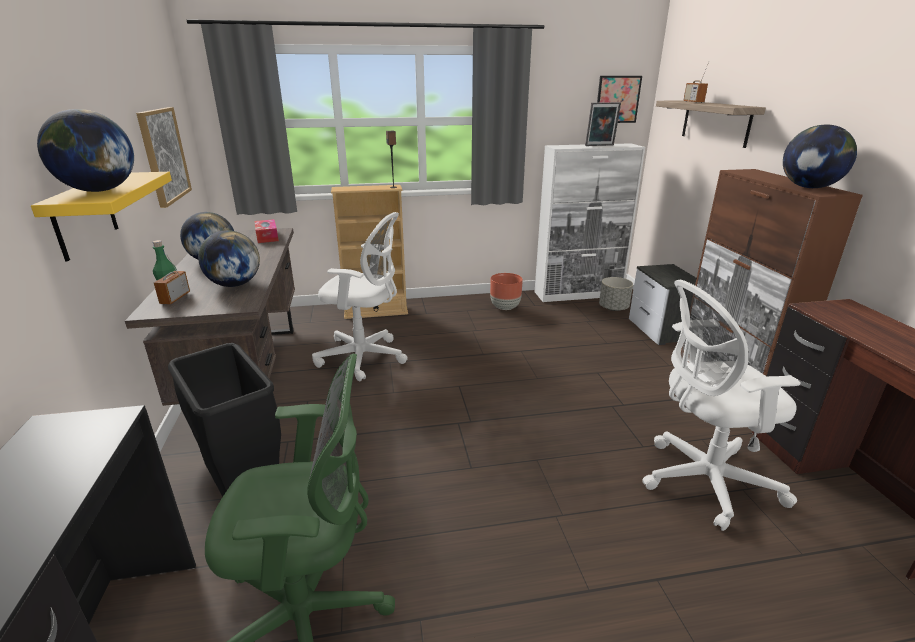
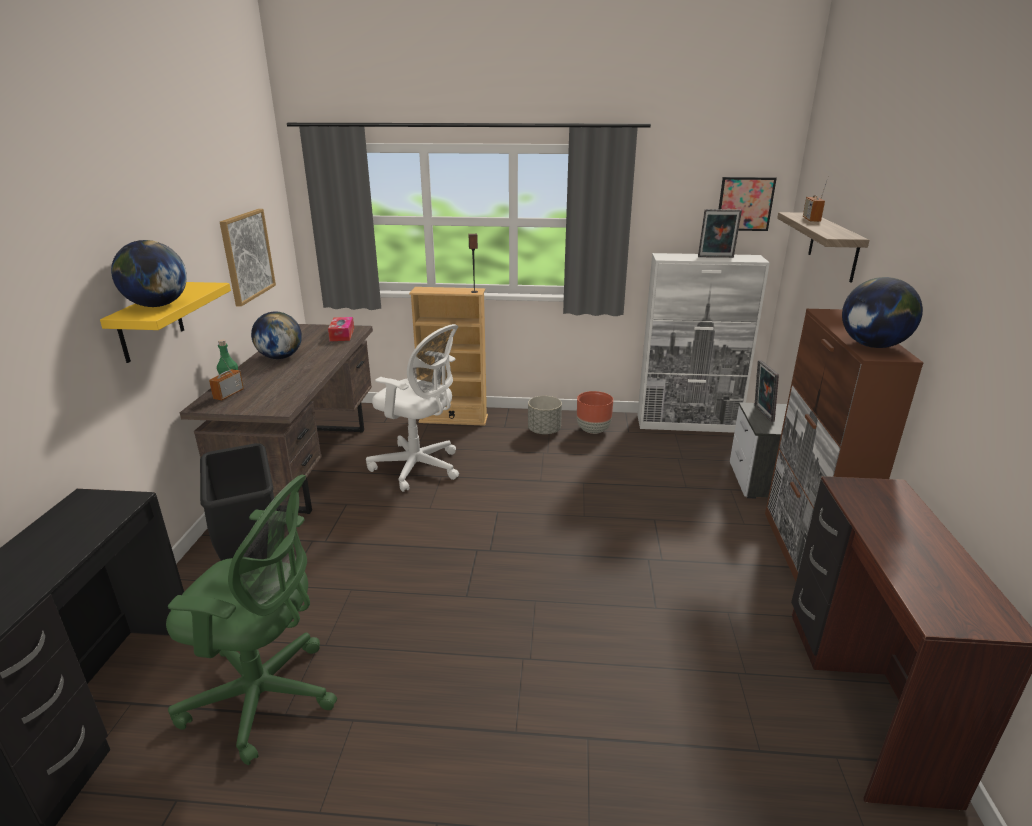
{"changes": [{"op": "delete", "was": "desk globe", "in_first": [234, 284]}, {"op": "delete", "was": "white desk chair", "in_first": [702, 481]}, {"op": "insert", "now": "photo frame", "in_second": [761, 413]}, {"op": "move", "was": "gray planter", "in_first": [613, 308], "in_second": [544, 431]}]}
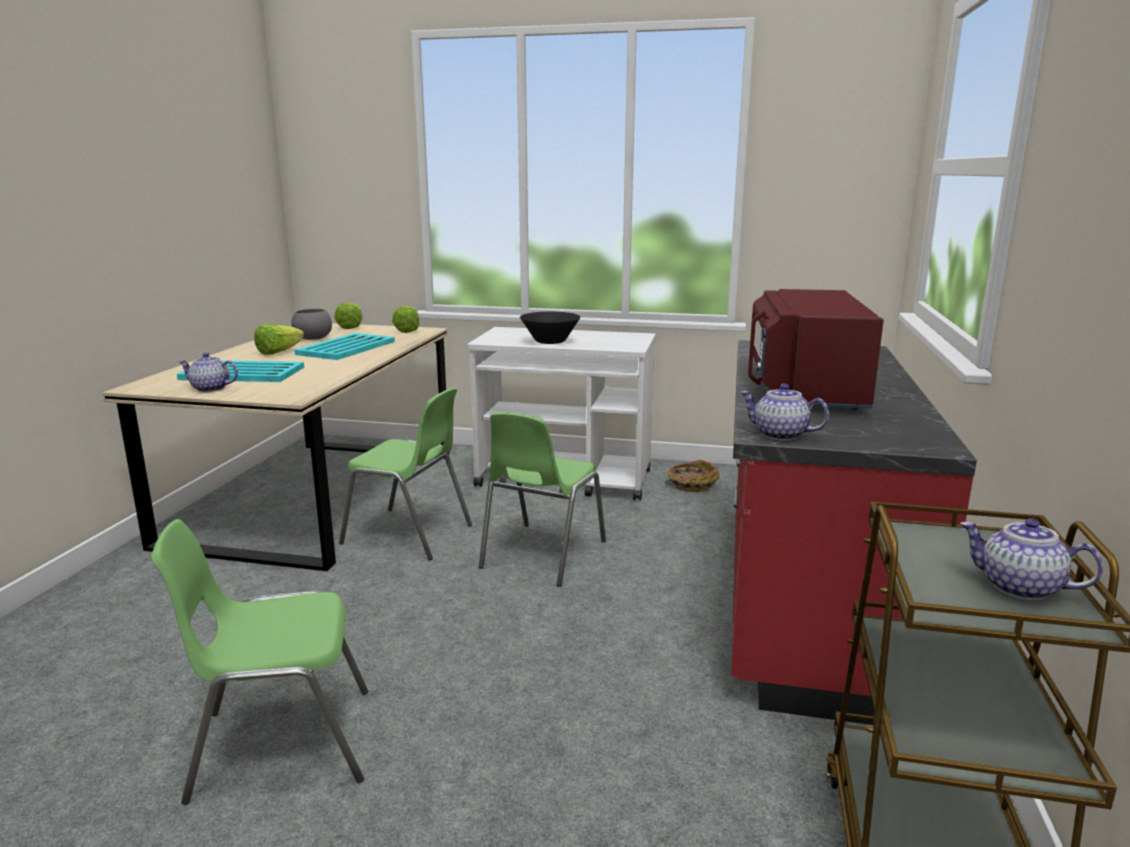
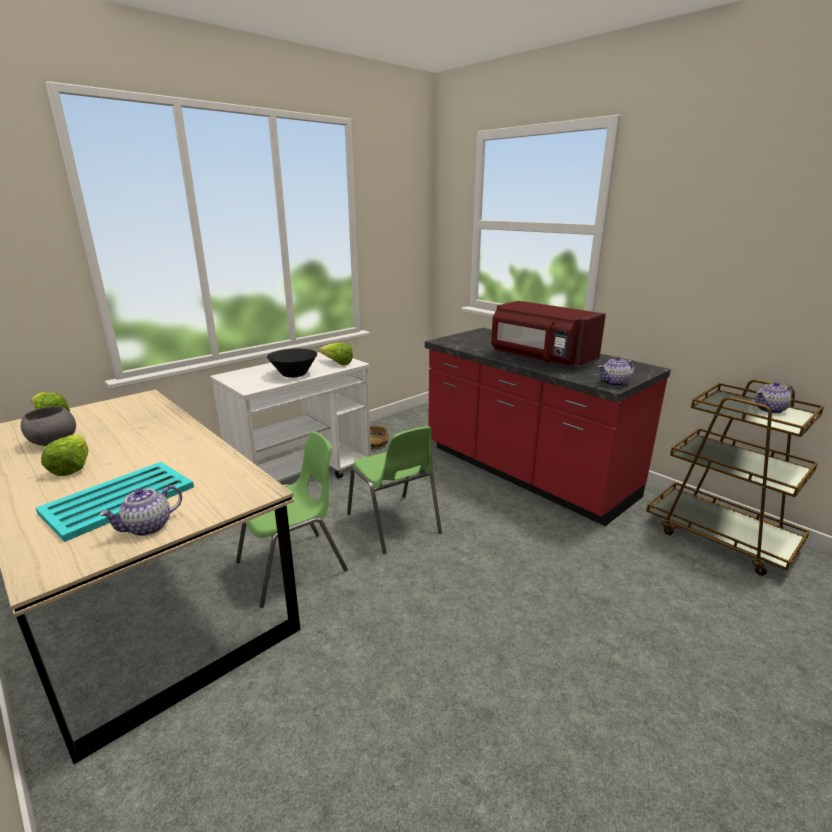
{"changes": [{"op": "delete", "was": "green upright chair", "in_first": [280, 744]}, {"op": "delete", "was": "turquoise-coloured serving tray", "in_first": [347, 348]}, {"op": "move", "was": "lettuce", "in_first": [407, 330], "in_second": [337, 363]}]}
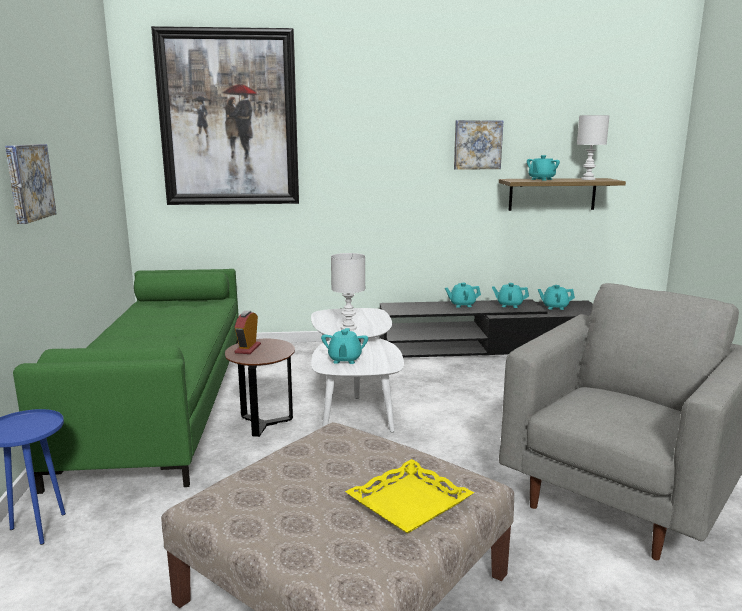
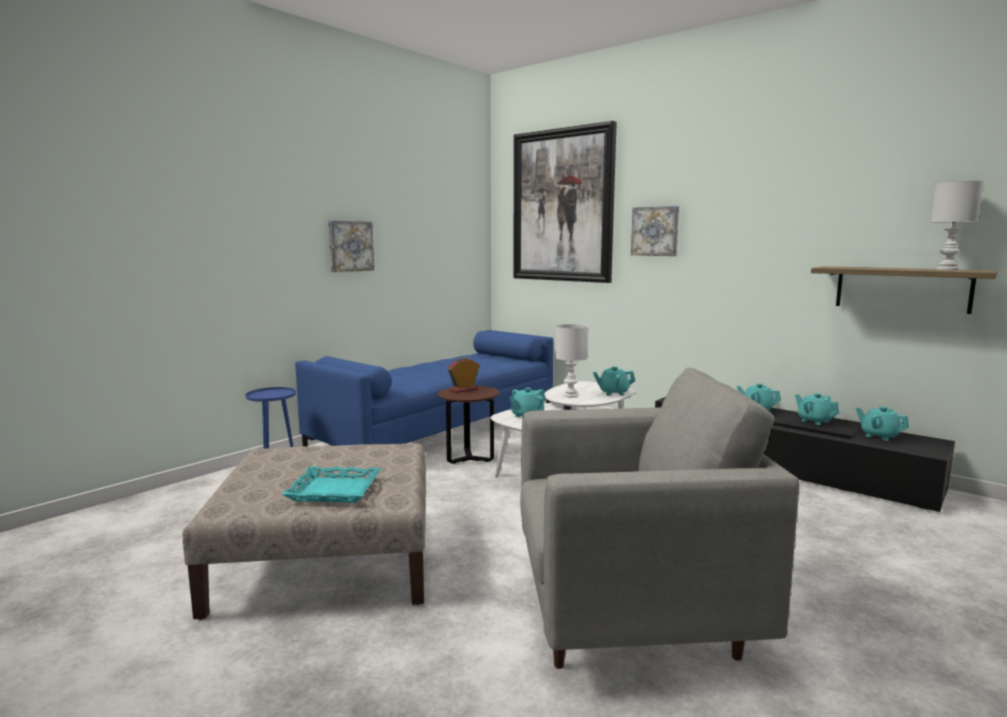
{"changes": [{"op": "move", "was": "wall art", "in_first": [477, 144], "in_second": [655, 231]}, {"op": "move", "was": "turquoise-coloured pot for tea", "in_first": [541, 179], "in_second": [613, 393]}, {"op": "recolor", "was": "green couch", "now": "bluish couch", "in_first": [162, 402], "in_second": [440, 427]}, {"op": "recolor", "was": "yellow serving tray", "now": "turquoise-coloured serving tray", "in_first": [409, 503], "in_second": [334, 490]}]}
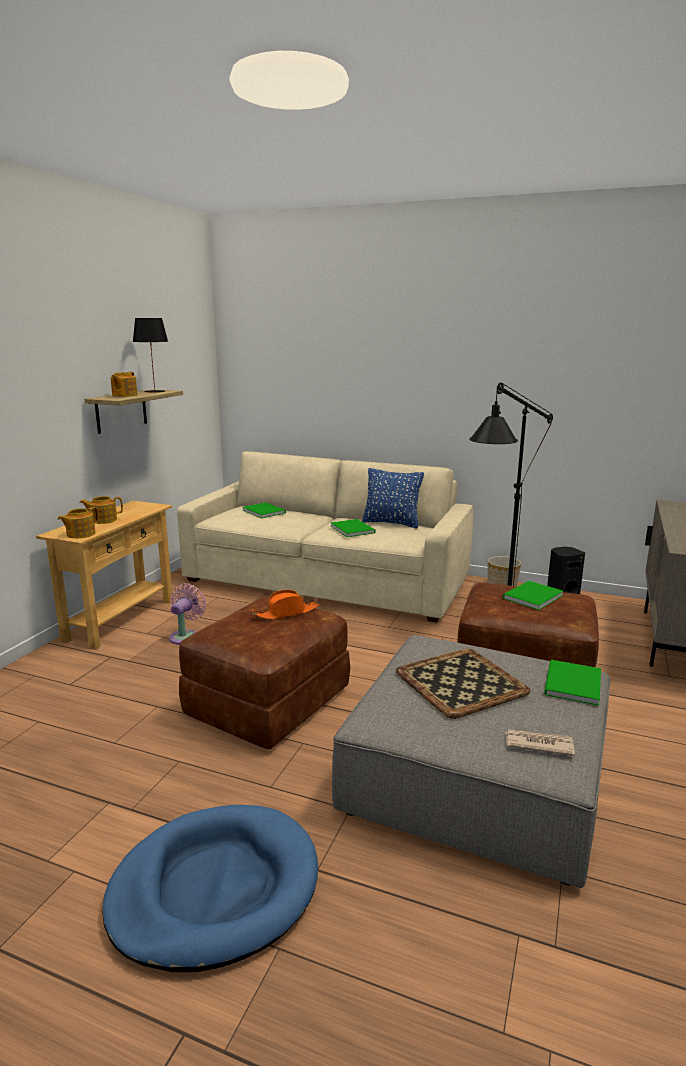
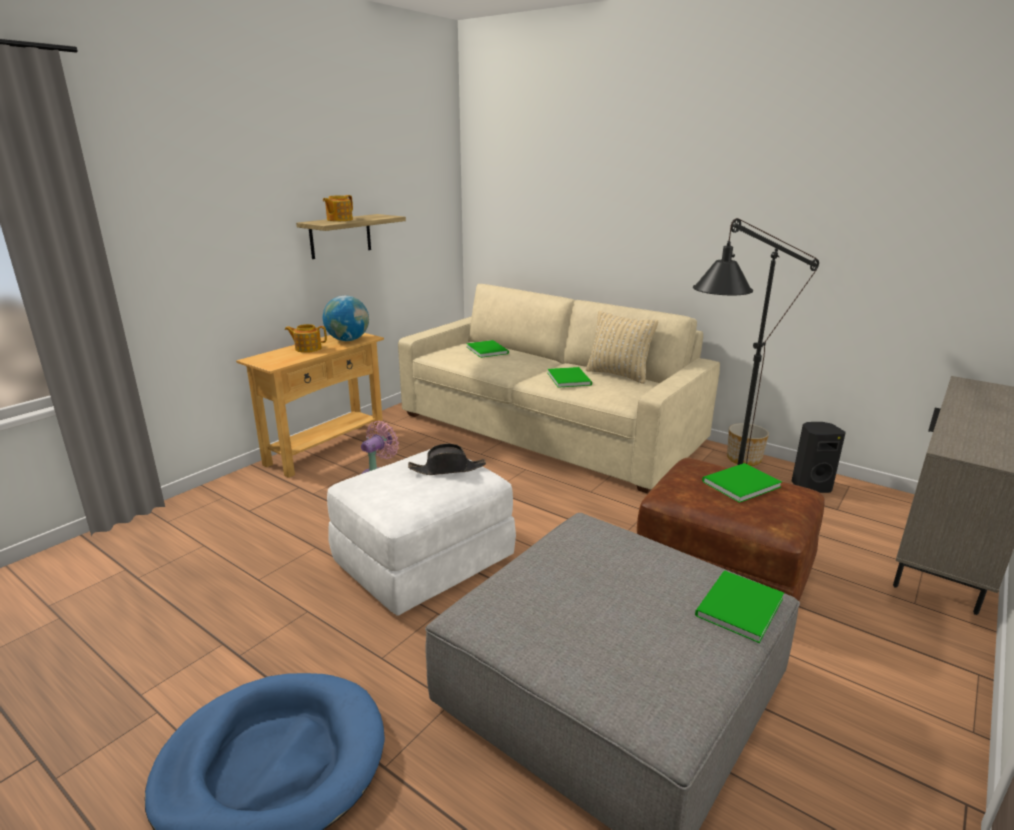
{"changes": [{"op": "delete", "was": "pot for tea", "in_first": [80, 534]}, {"op": "delete", "was": "black-coloured tabletop lamp", "in_first": [154, 391]}, {"op": "delete", "was": "serving tray", "in_first": [461, 681]}, {"op": "delete", "was": "daily paper", "in_first": [538, 744]}, {"op": "insert", "now": "desk globe", "in_second": [348, 340]}, {"op": "recolor", "was": "brownish pouffe", "now": "white pouffe", "in_first": [268, 703], "in_second": [424, 562]}, {"op": "recolor", "was": "orange-coloured hat", "now": "black-coloured hat", "in_first": [286, 613], "in_second": [447, 469]}, {"op": "recolor", "was": "bluish cushion", "now": "sand-coloured cushion", "in_first": [391, 523], "in_second": [618, 375]}]}
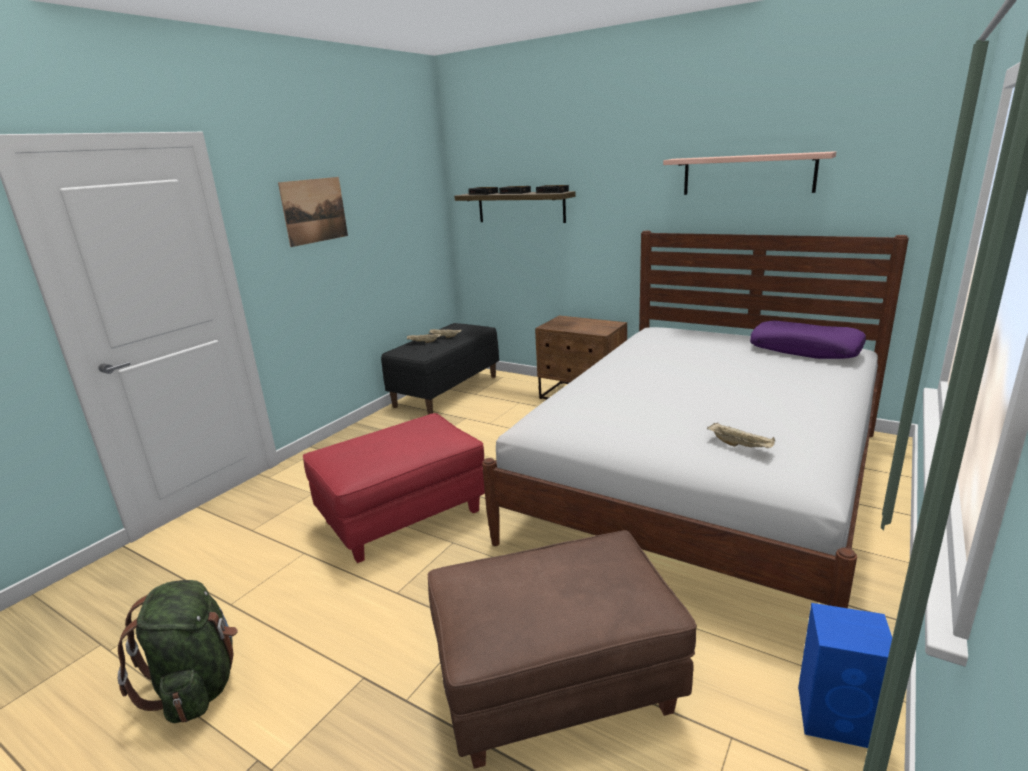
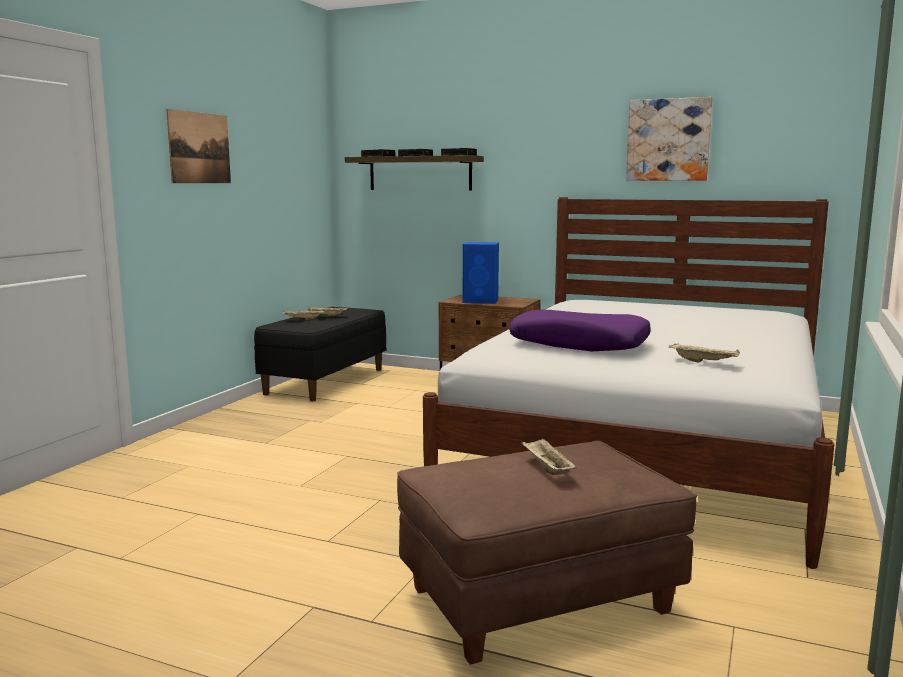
{"changes": [{"op": "delete", "was": "green knapsack", "in_first": [198, 685]}, {"op": "delete", "was": "red pouffe", "in_first": [402, 517]}, {"op": "insert", "now": "sand-coloured serving tray", "in_second": [547, 468]}, {"op": "move", "was": "purple-coloured cushion", "in_first": [805, 350], "in_second": [579, 344]}, {"op": "move", "was": "bluish speaker", "in_first": [838, 717], "in_second": [481, 301]}, {"op": "replace", "was": "wall shelf", "now": "wall art", "in_first": [747, 174], "in_second": [668, 140]}]}
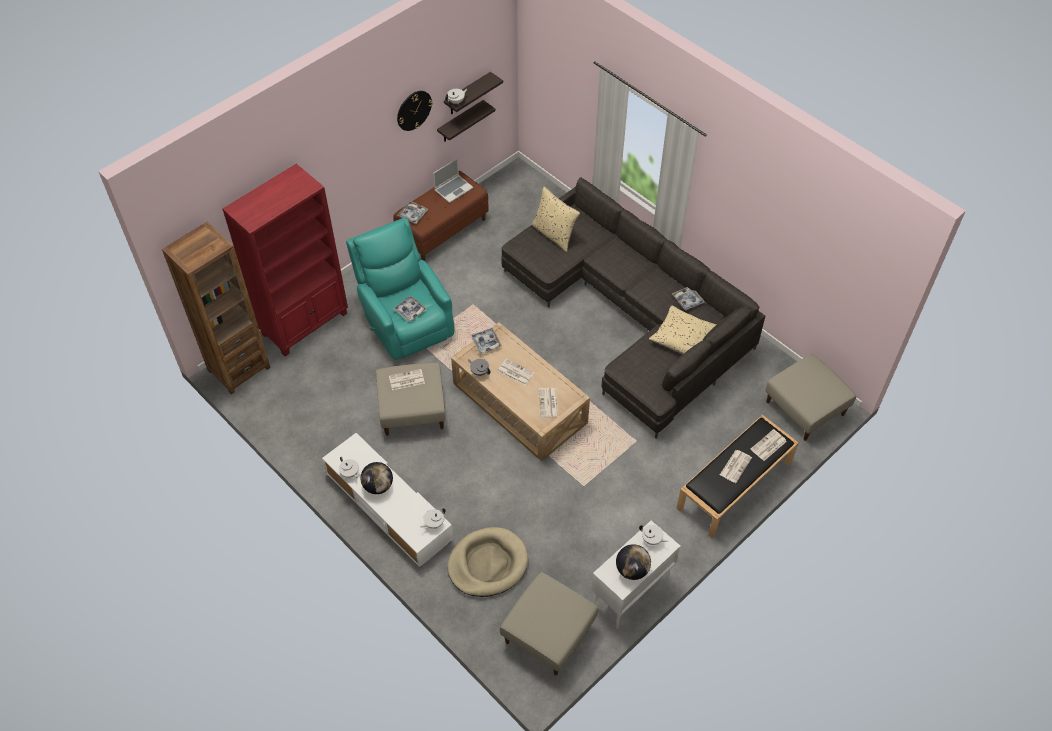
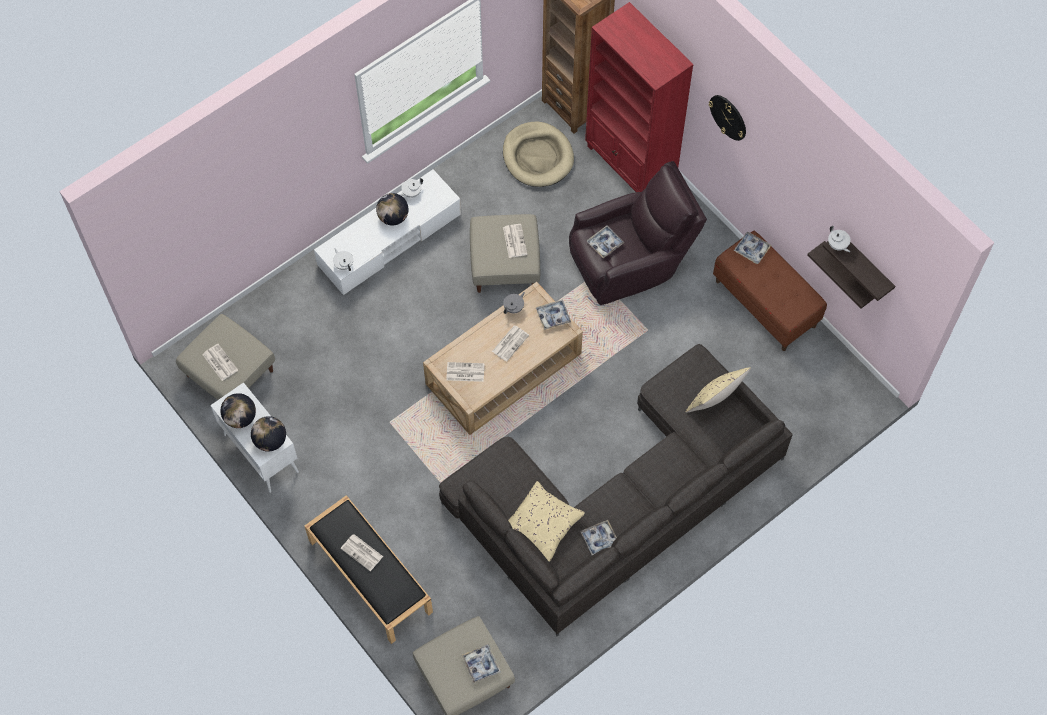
{"changes": [{"op": "delete", "was": "notebook computer", "in_first": [453, 189]}, {"op": "insert", "now": "serving tray", "in_second": [481, 664]}, {"op": "move", "was": "hanging clock", "in_first": [414, 110], "in_second": [728, 117]}, {"op": "move", "was": "sand-coloured dog cushion", "in_first": [487, 564], "in_second": [537, 156]}, {"op": "move", "was": "daily paper", "in_first": [768, 446], "in_second": [219, 362]}, {"op": "replace", "was": "white pot for tea", "now": "desk globe", "in_first": [652, 539], "in_second": [270, 440]}, {"op": "recolor", "was": "turquoise-coloured easy chair", "now": "brownish easy chair", "in_first": [405, 319], "in_second": [631, 260]}]}
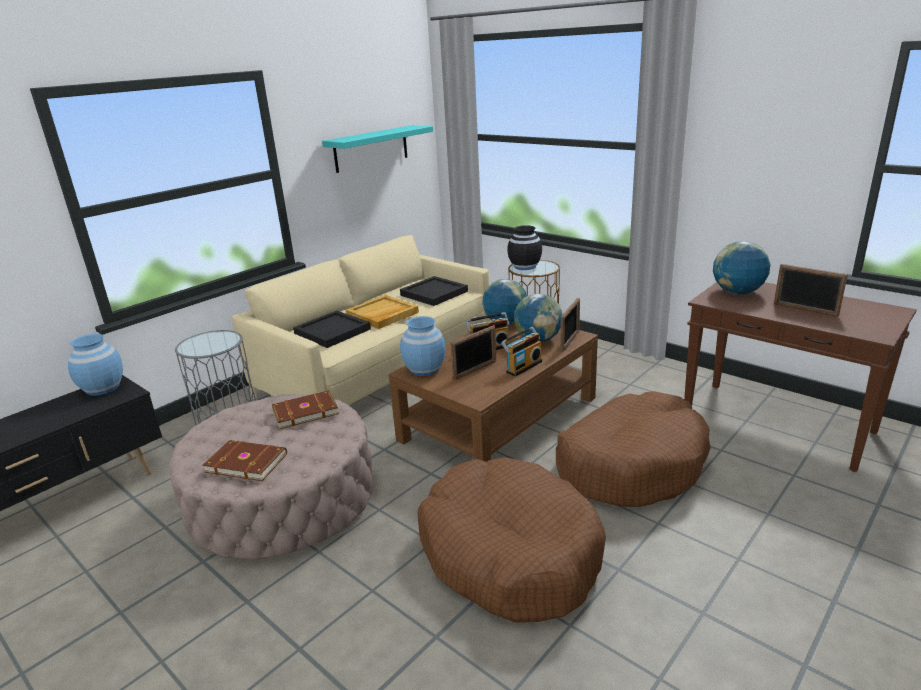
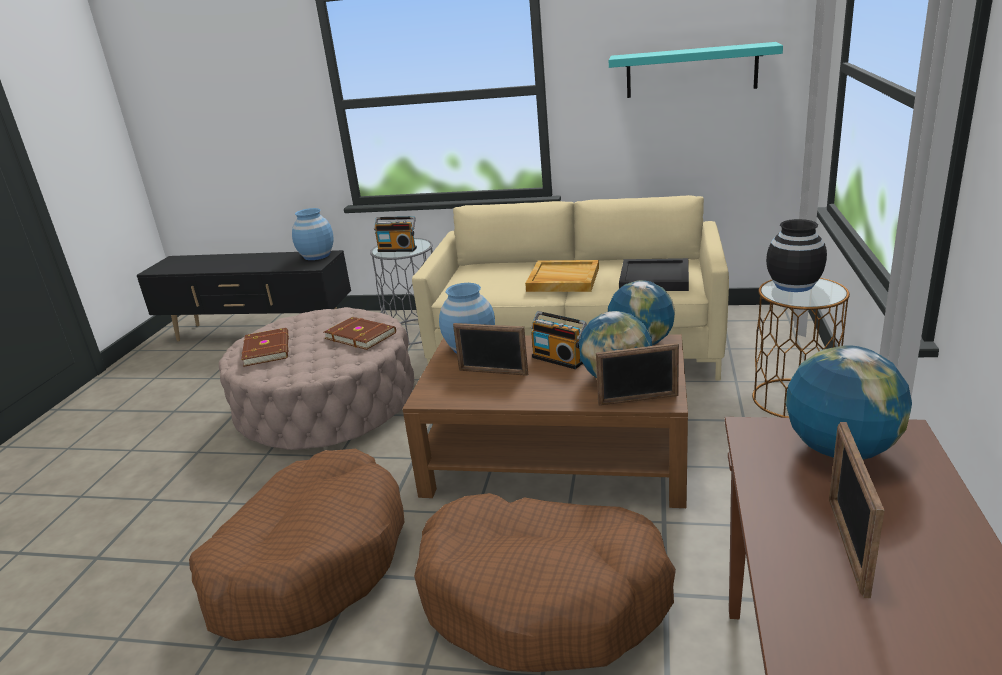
{"changes": [{"op": "delete", "was": "black-coloured serving tray", "in_first": [332, 332]}, {"op": "move", "was": "radio set", "in_first": [522, 366], "in_second": [398, 249]}]}
